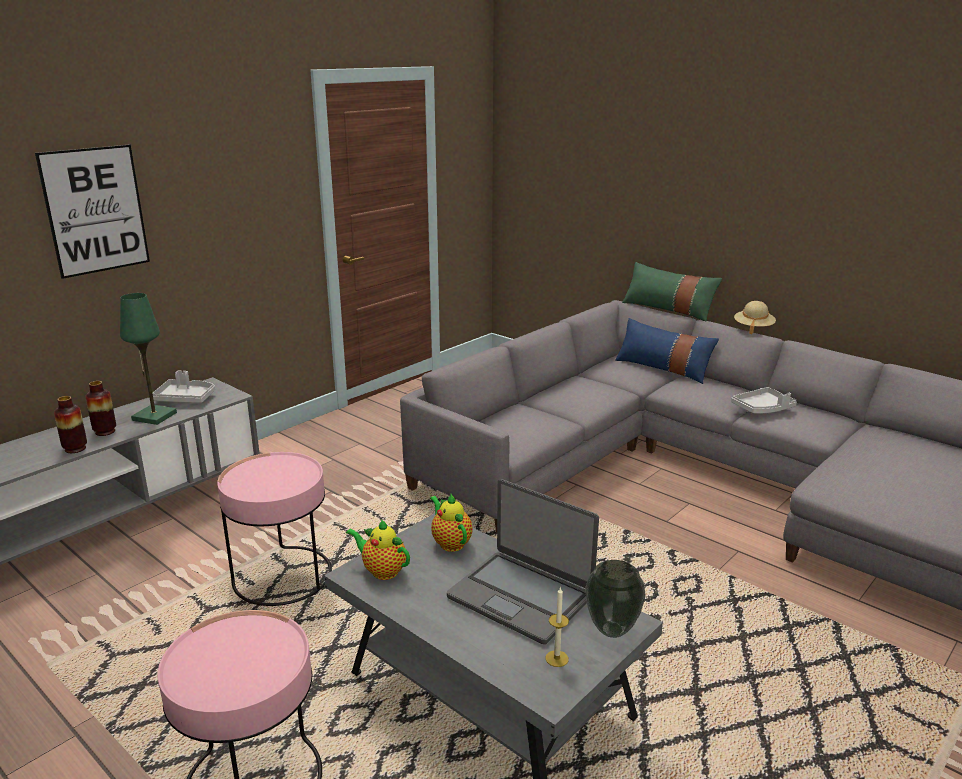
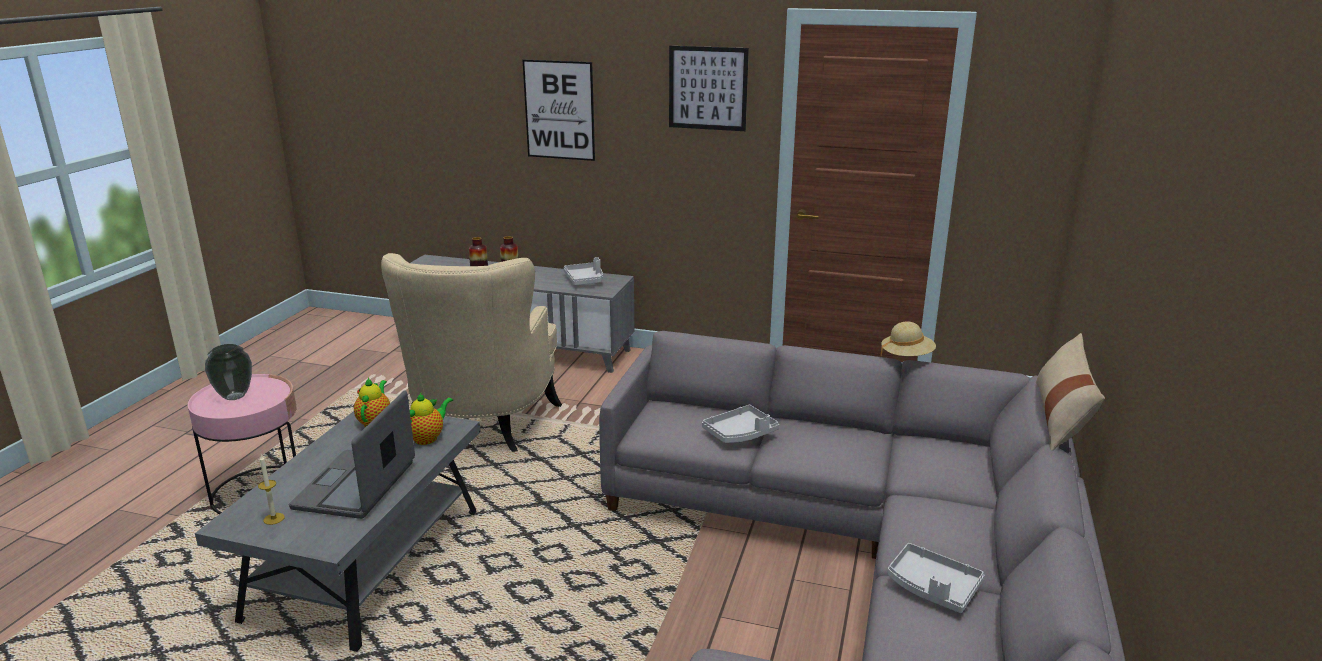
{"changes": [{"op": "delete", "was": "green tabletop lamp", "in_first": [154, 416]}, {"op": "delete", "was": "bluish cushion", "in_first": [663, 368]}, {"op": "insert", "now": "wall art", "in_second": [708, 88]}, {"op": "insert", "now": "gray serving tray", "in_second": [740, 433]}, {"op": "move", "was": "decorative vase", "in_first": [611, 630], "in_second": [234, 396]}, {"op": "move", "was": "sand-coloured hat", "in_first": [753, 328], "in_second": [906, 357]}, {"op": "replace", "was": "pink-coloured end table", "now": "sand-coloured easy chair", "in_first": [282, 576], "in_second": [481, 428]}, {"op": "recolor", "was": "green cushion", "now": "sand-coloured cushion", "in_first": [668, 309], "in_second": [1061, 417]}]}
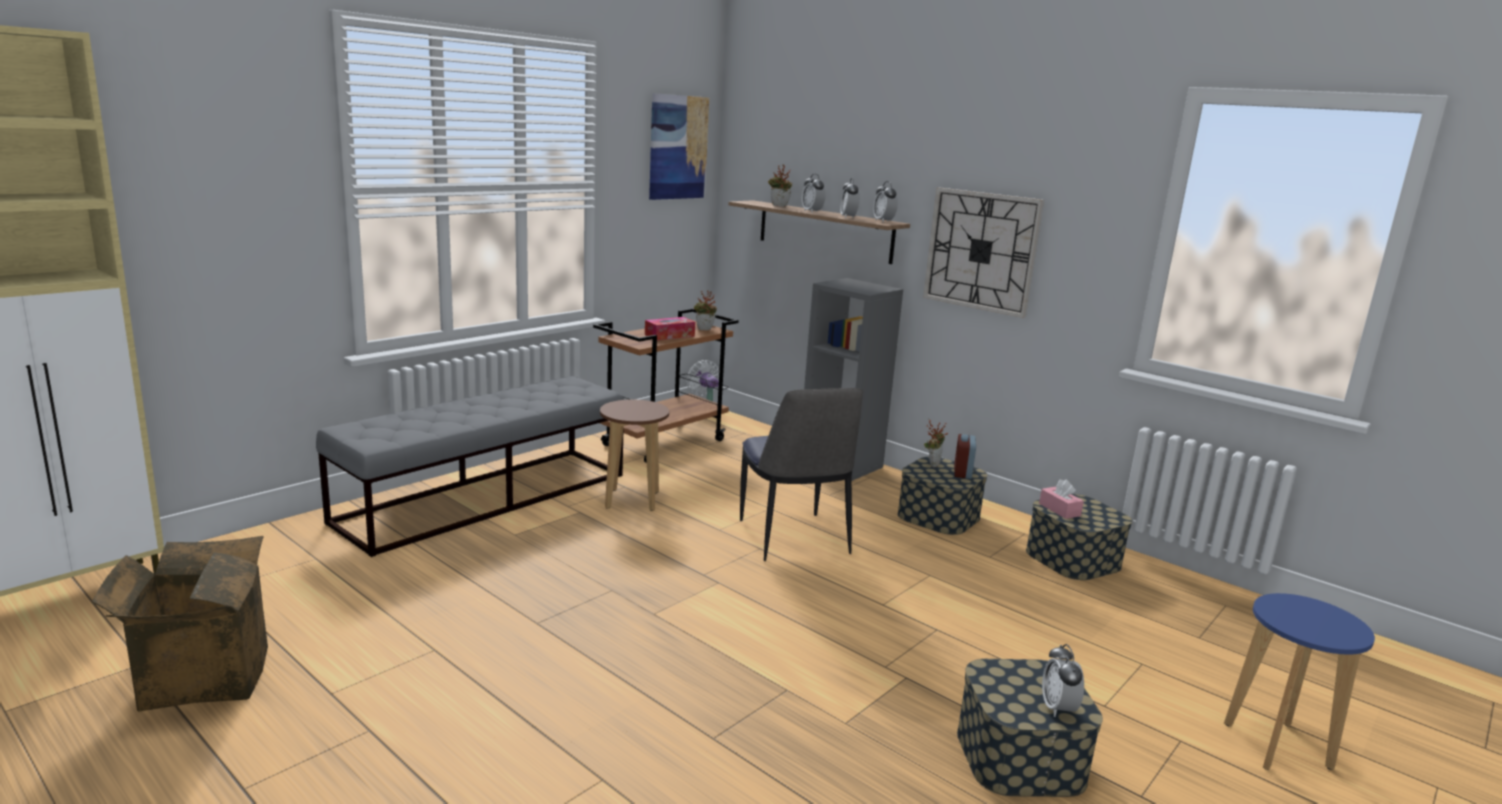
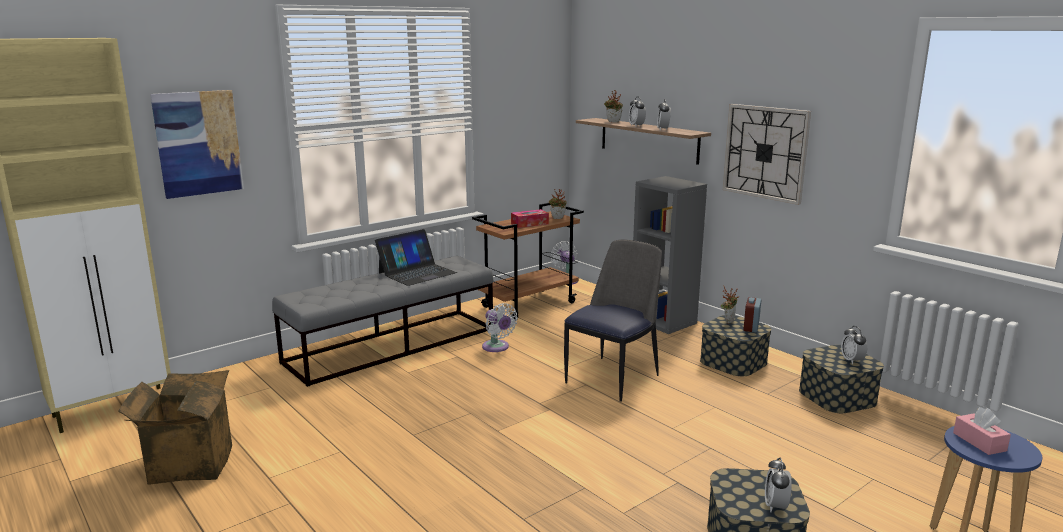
{"changes": [{"op": "insert", "now": "notebook computer", "in_second": [417, 273]}, {"op": "move", "was": "wall art", "in_first": [678, 147], "in_second": [198, 143]}, {"op": "move", "was": "alarm clock", "in_first": [883, 221], "in_second": [852, 360]}, {"op": "move", "was": "pink-coloured tissue holder", "in_first": [1059, 510], "in_second": [979, 442]}, {"op": "replace", "was": "brownish sitting stool", "now": "white cooling fan", "in_first": [632, 500], "in_second": [497, 347]}, {"op": "rotate", "was": "upright chair", "in_first": [793, 539], "in_second": [613, 378], "clockwise": -135}]}
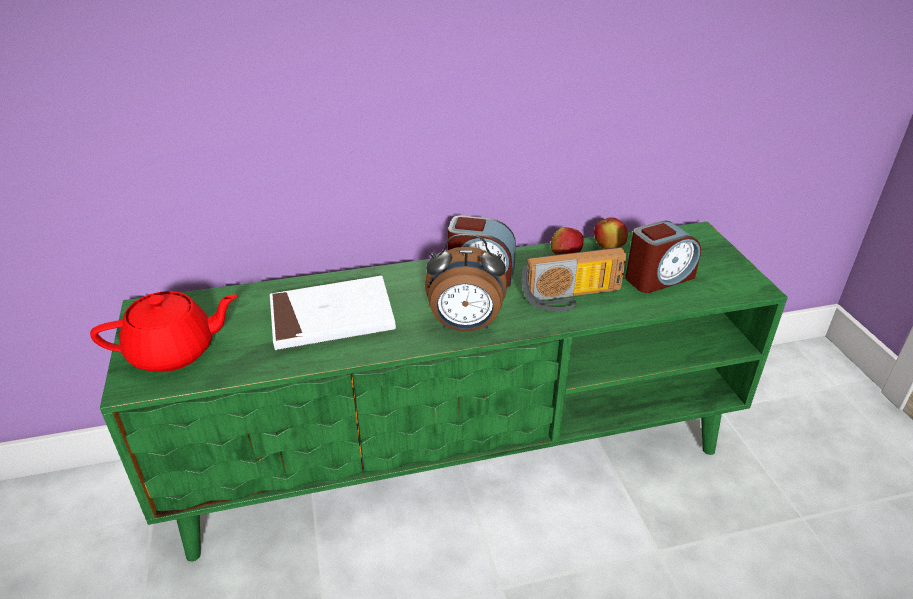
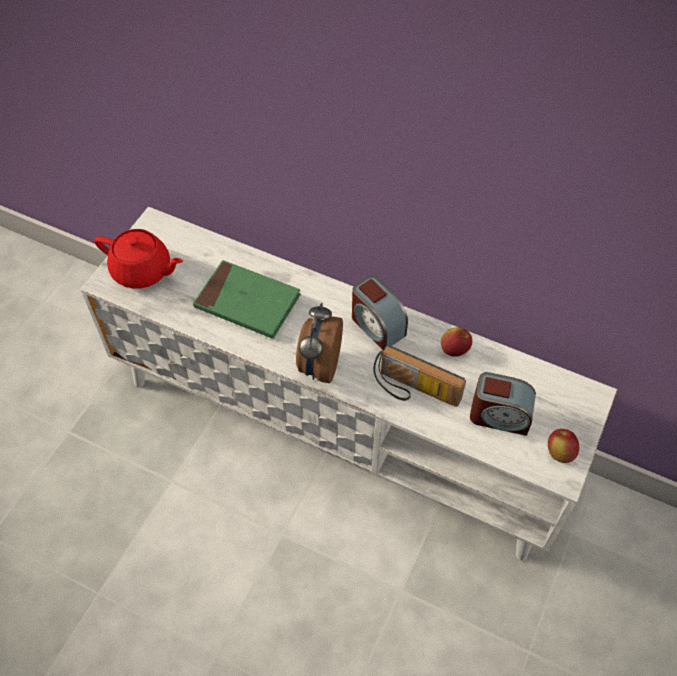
{"changes": [{"op": "move", "was": "whole apple", "in_first": [608, 247], "in_second": [559, 453]}, {"op": "recolor", "was": "green tv unit", "now": "white tv unit", "in_first": [458, 455], "in_second": [340, 428]}, {"op": "recolor", "was": "white book", "now": "green book", "in_first": [332, 318], "in_second": [247, 302]}, {"op": "rotate", "was": "alarm clock", "in_first": [465, 326], "in_second": [319, 365], "clockwise": 60}]}
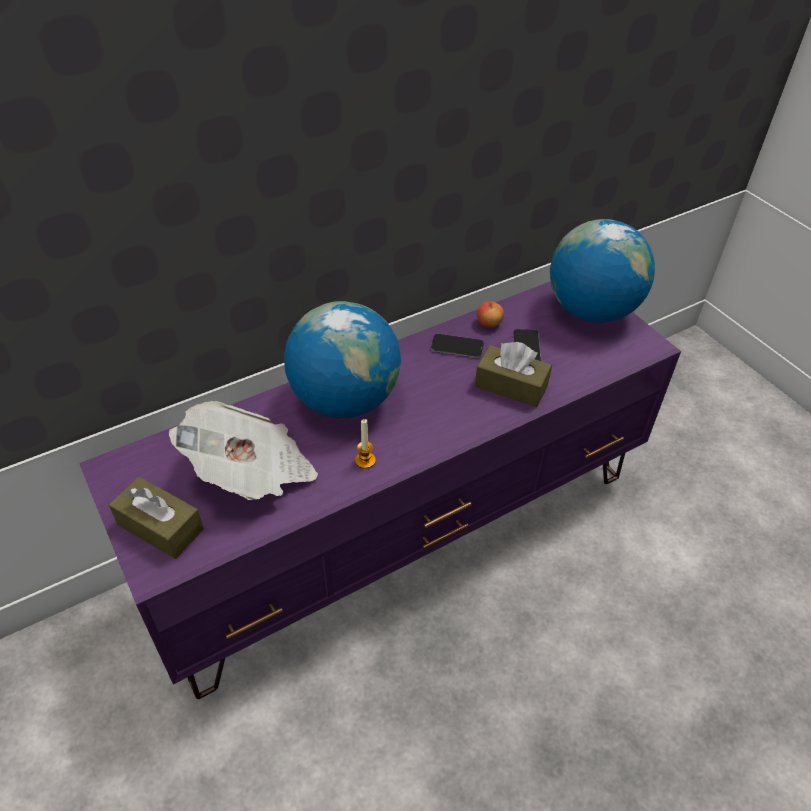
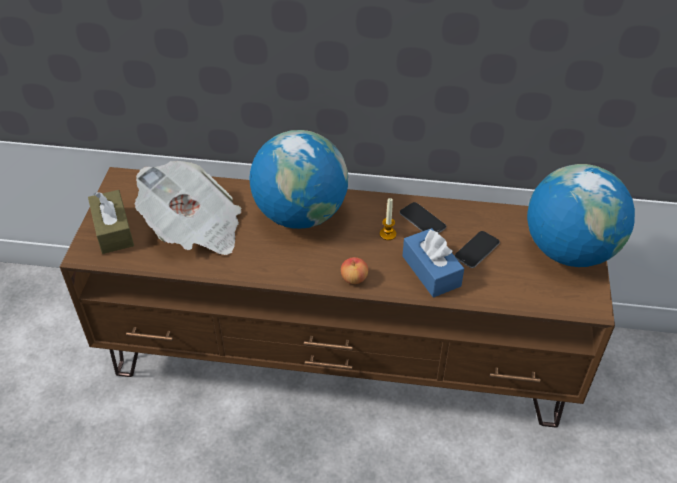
{"changes": [{"op": "move", "was": "wax light", "in_first": [365, 460], "in_second": [387, 234]}, {"op": "move", "was": "whole apple", "in_first": [489, 323], "in_second": [354, 278]}, {"op": "recolor", "was": "purple-coloured tv unit", "now": "brownish tv unit", "in_first": [402, 530], "in_second": [340, 355]}, {"op": "recolor", "was": "brownish tissue holder", "now": "bluish tissue holder", "in_first": [511, 386], "in_second": [431, 271]}]}
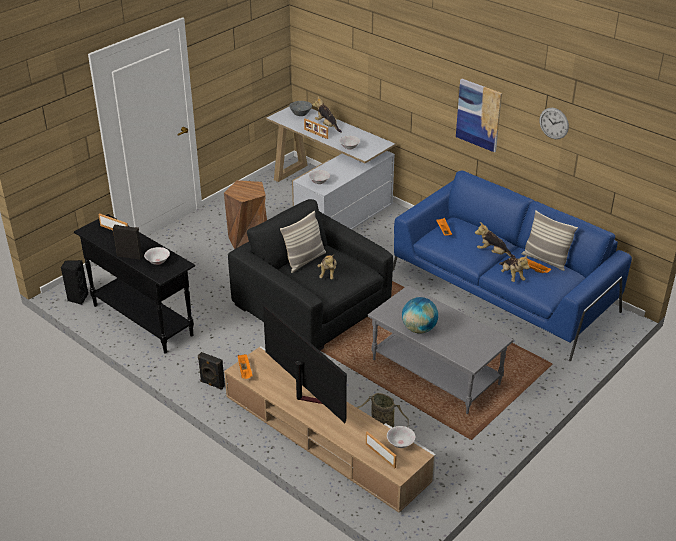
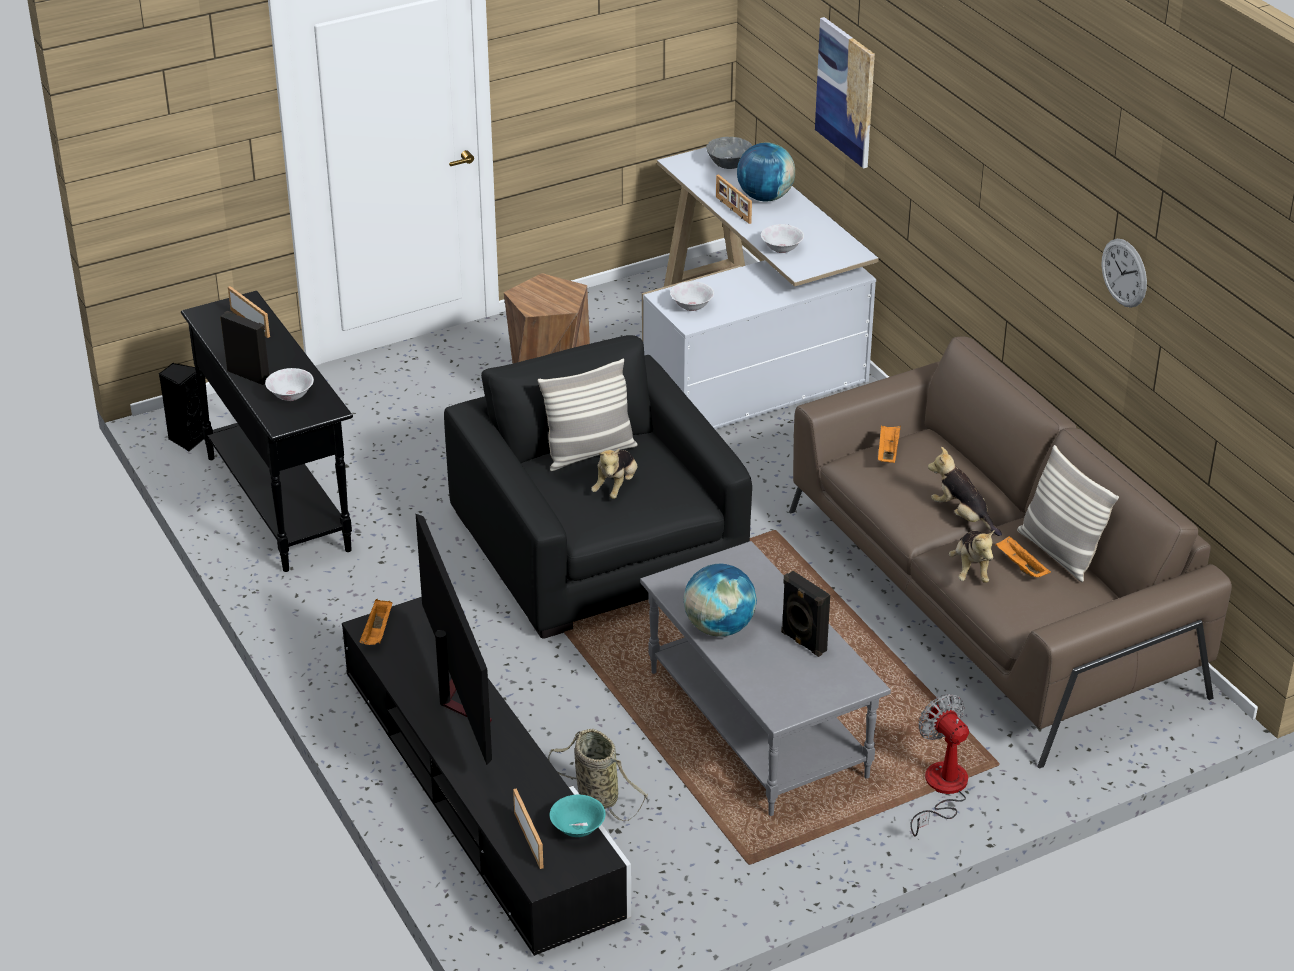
{"changes": [{"op": "insert", "now": "cooling fan", "in_second": [941, 790]}, {"op": "move", "was": "black-coloured speaker", "in_first": [212, 384], "in_second": [802, 642]}, {"op": "move", "was": "wall art", "in_first": [479, 115], "in_second": [846, 92]}, {"op": "replace", "was": "cuddly toy", "now": "desk globe", "in_first": [327, 126], "in_second": [765, 197]}, {"op": "recolor", "was": "sand-coloured tv unit", "now": "black-coloured tv unit", "in_first": [324, 438], "in_second": [480, 791]}, {"op": "recolor", "was": "white deep dish", "now": "turquoise-coloured deep dish", "in_first": [400, 443], "in_second": [578, 829]}, {"op": "recolor", "was": "bluish couch", "now": "brownish couch", "in_first": [503, 290], "in_second": [990, 600]}]}
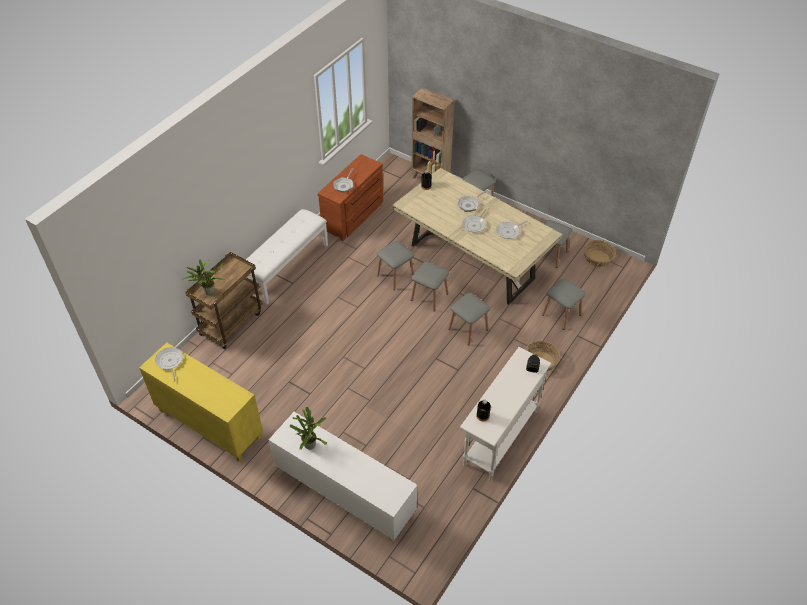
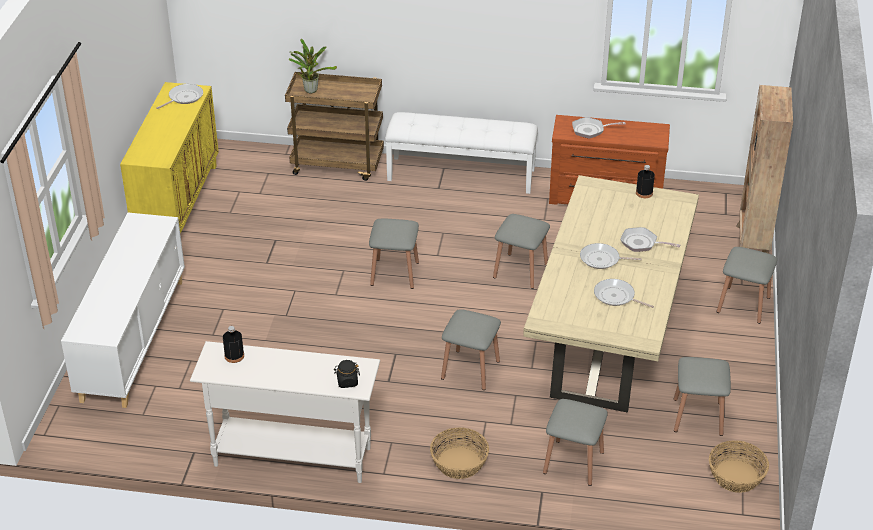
{"changes": [{"op": "delete", "was": "plant in a pot", "in_first": [310, 443]}, {"op": "move", "was": "gray sitting stool", "in_first": [429, 297], "in_second": [394, 273]}]}
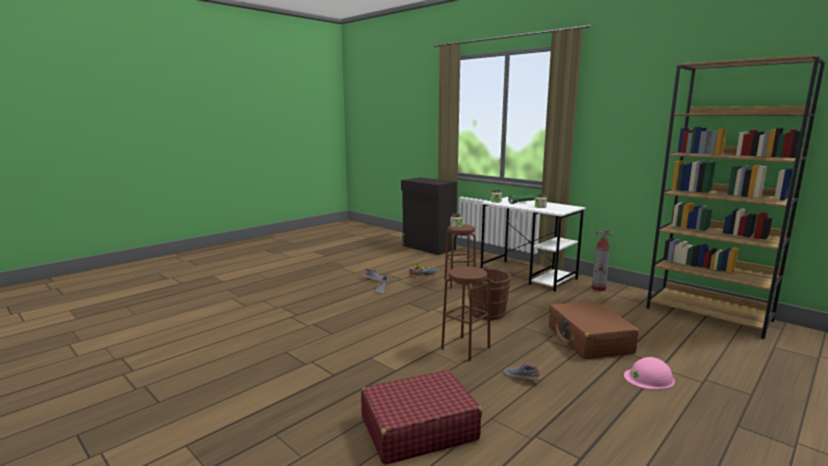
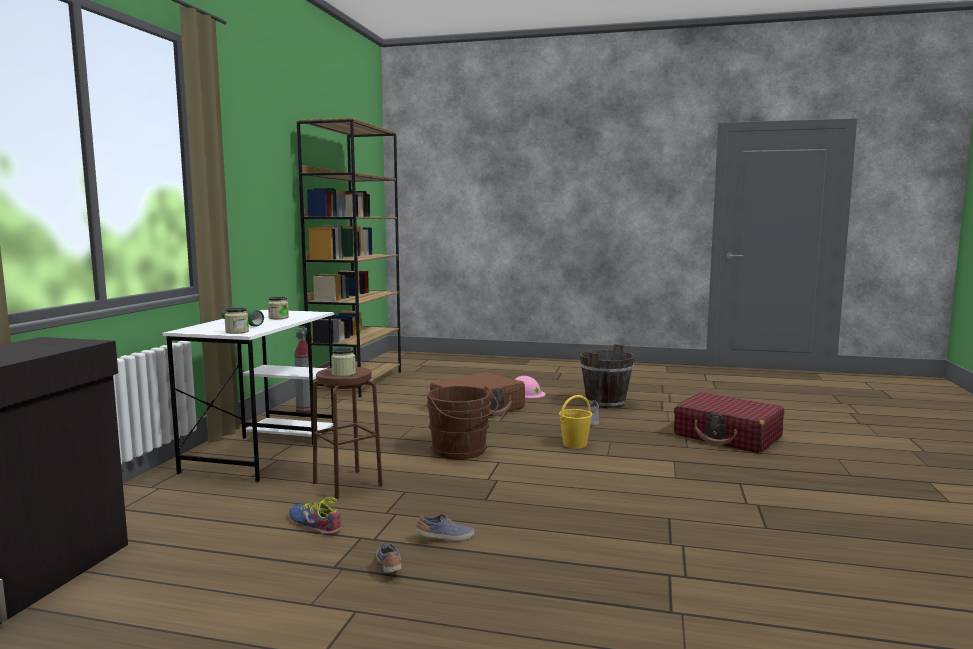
{"changes": [{"op": "insert", "now": "brownish bucket", "in_second": [606, 403]}, {"op": "replace", "was": "brownish sitting stool", "now": "yellow bucket", "in_first": [465, 348], "in_second": [574, 444]}]}
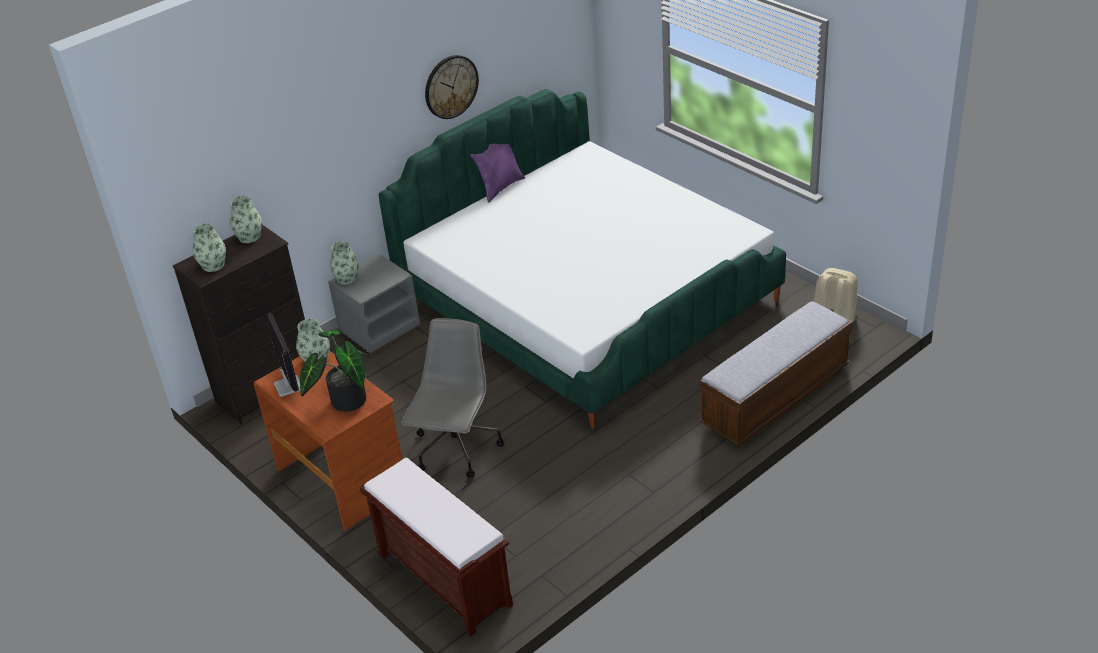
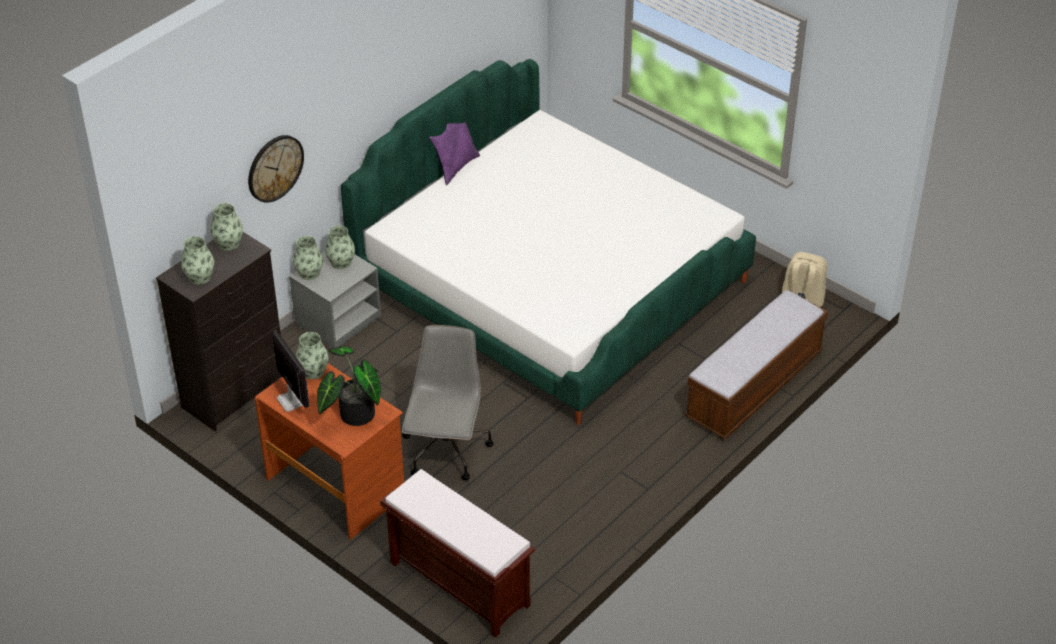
{"changes": [{"op": "insert", "now": "decorative vase", "in_second": [341, 262]}, {"op": "move", "was": "hanging clock", "in_first": [451, 86], "in_second": [275, 168]}]}
